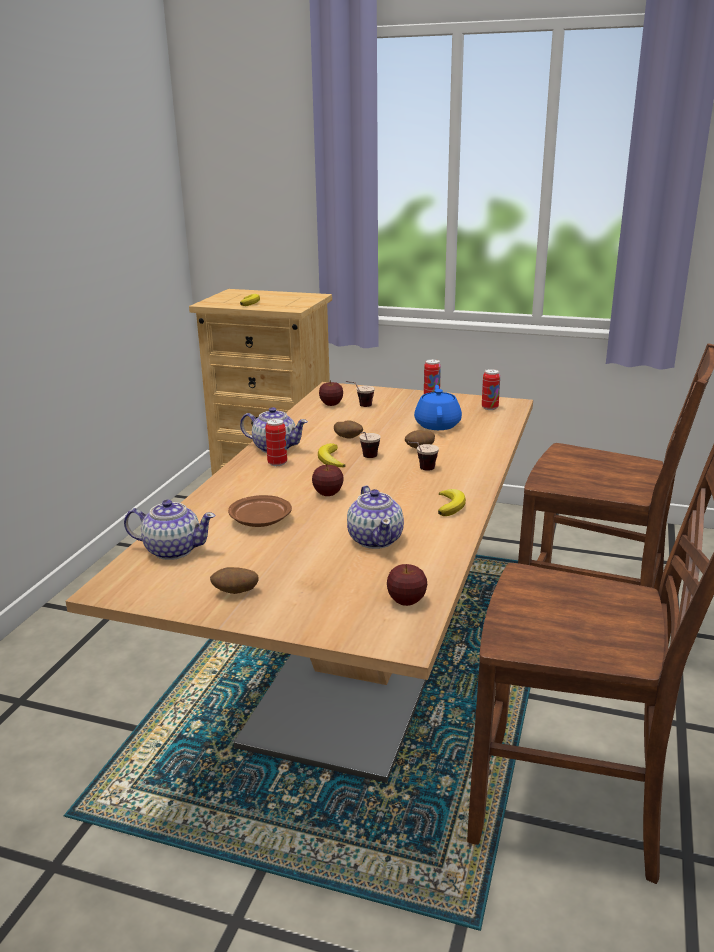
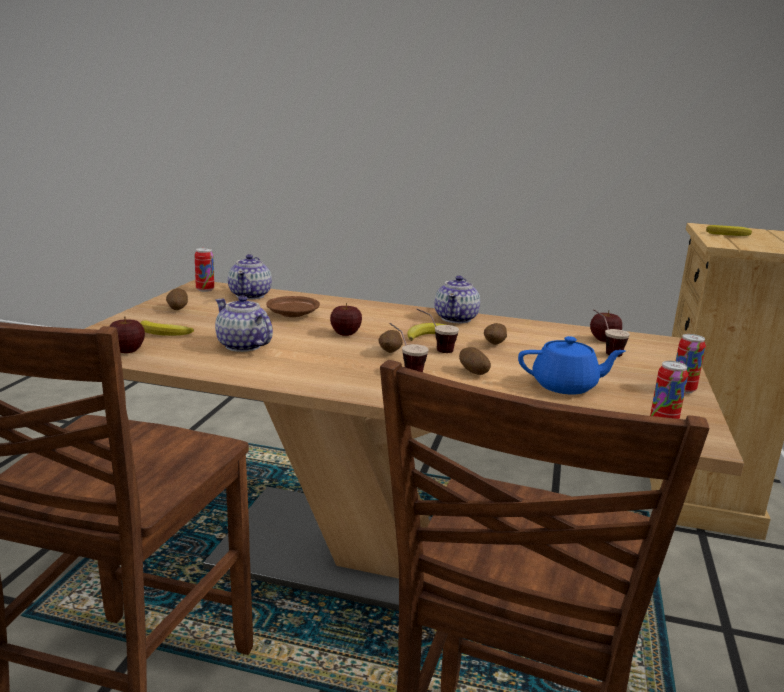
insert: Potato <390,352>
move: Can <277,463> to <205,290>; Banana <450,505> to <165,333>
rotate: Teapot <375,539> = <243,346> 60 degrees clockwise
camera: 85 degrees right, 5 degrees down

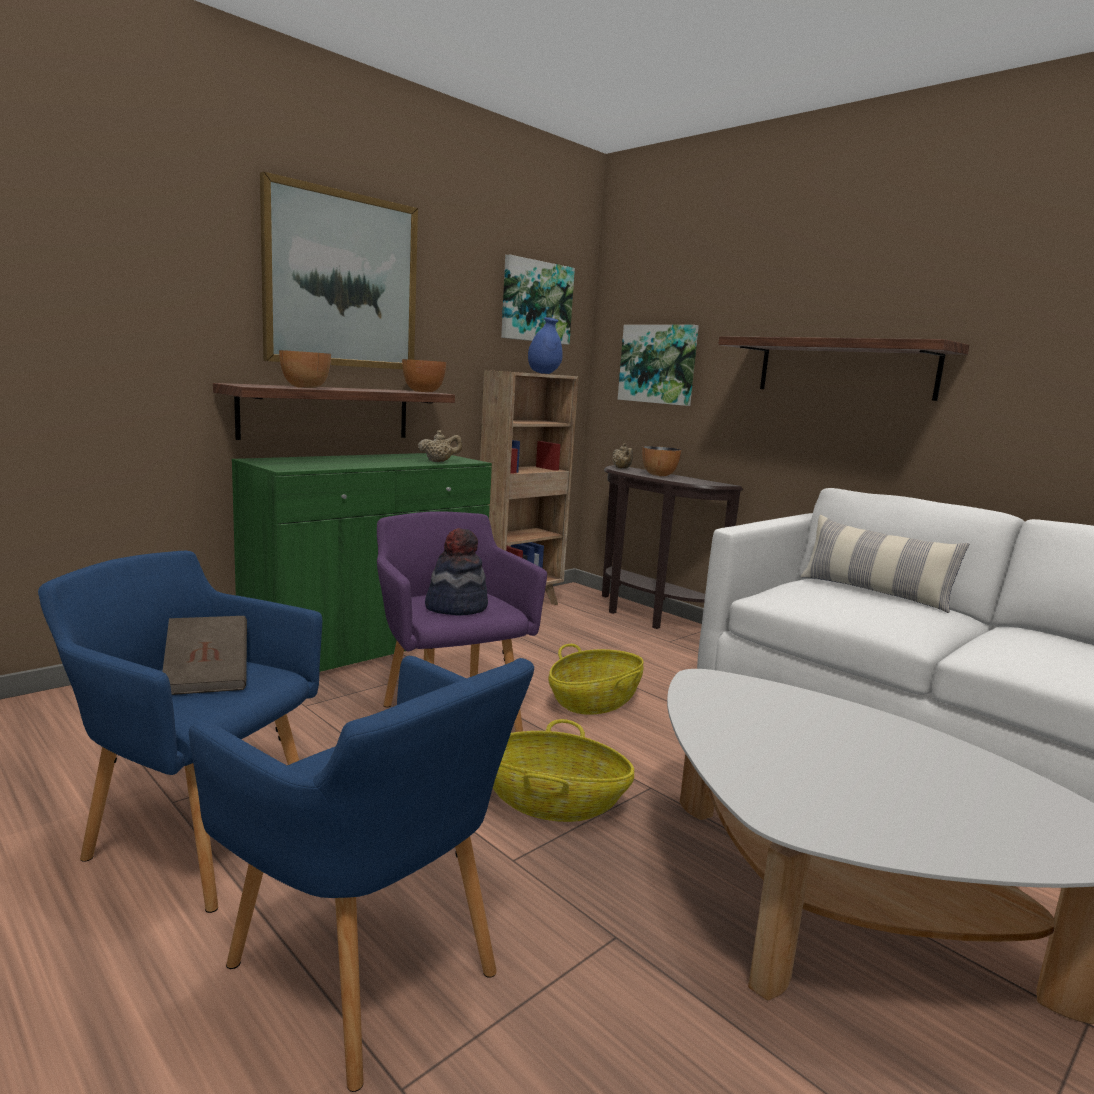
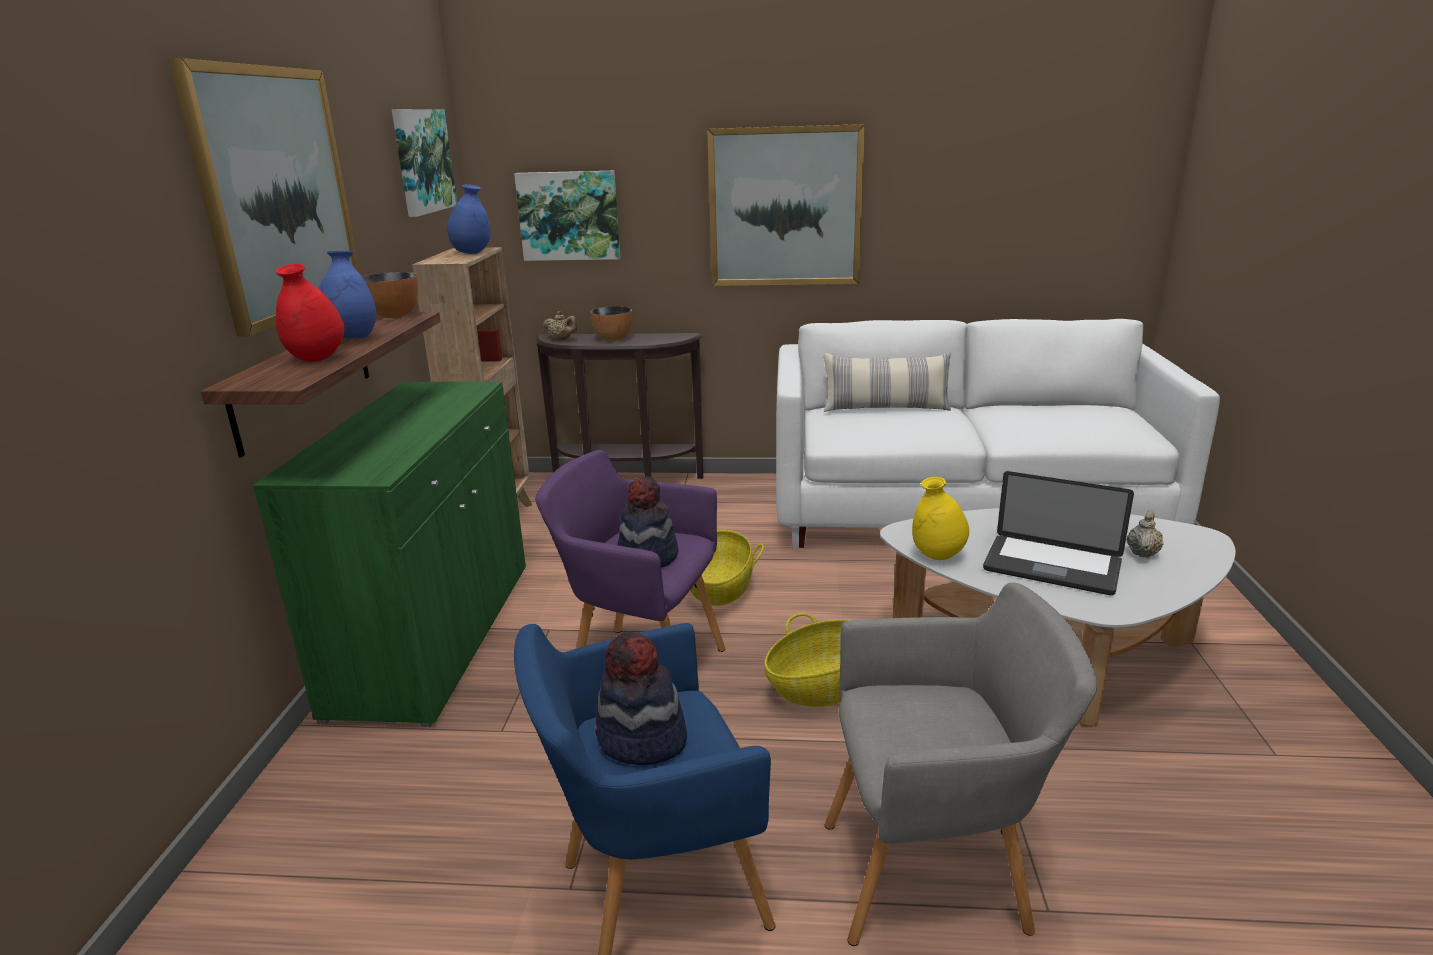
insert: BlueVase <352,339>; YellowVase <937,556>; Laptop <1051,566>
move: BeigeTeapot <439,461> to <1142,553>
replace: BrownBook <207,677> to Hat <641,739>; Bowl <305,387> to RedVase <316,359>; Shelf <845,368> to Picture <785,207>
recolor: BlueArmchair <370,977> to GreyArmchair <934,875>
camera: 40 degrees left, 10 degrees up

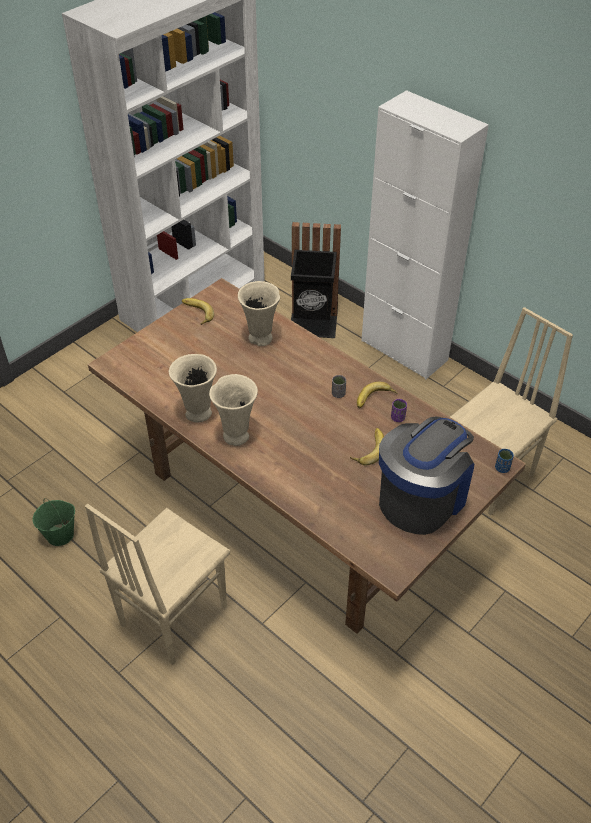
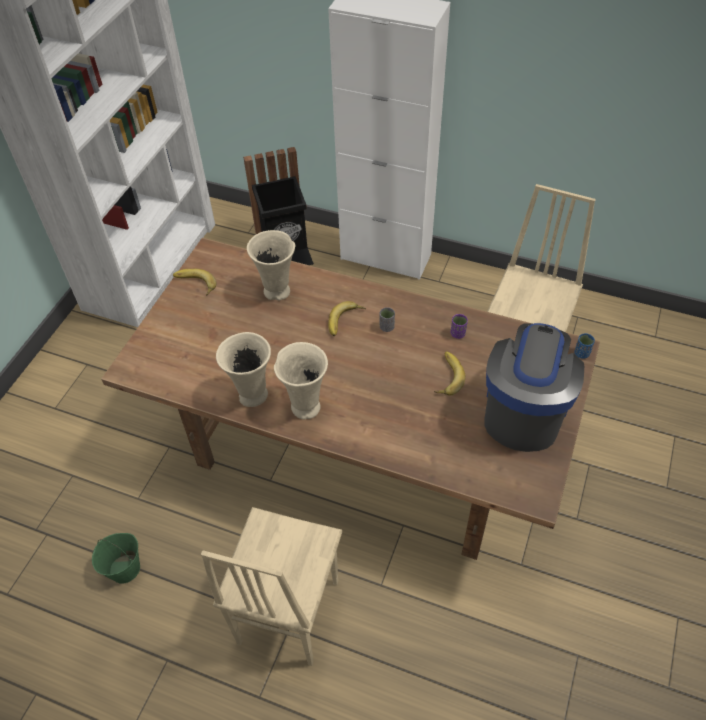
move: Banana <375,399> to <345,321>
camera: 20 degrees left, 5 degrees up

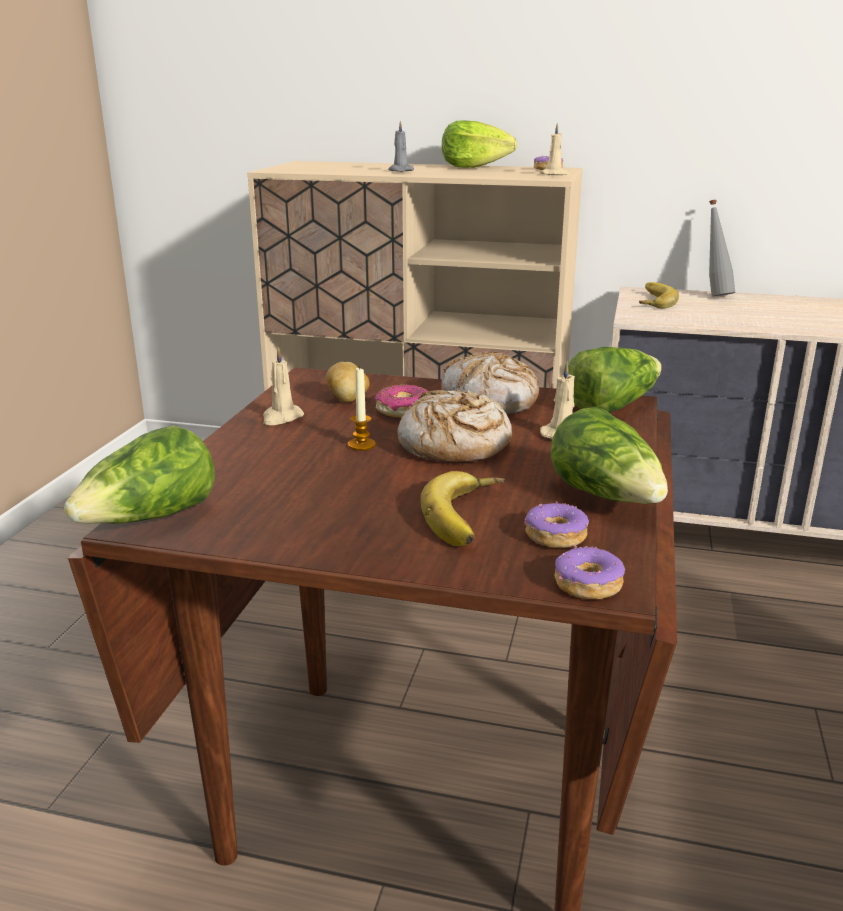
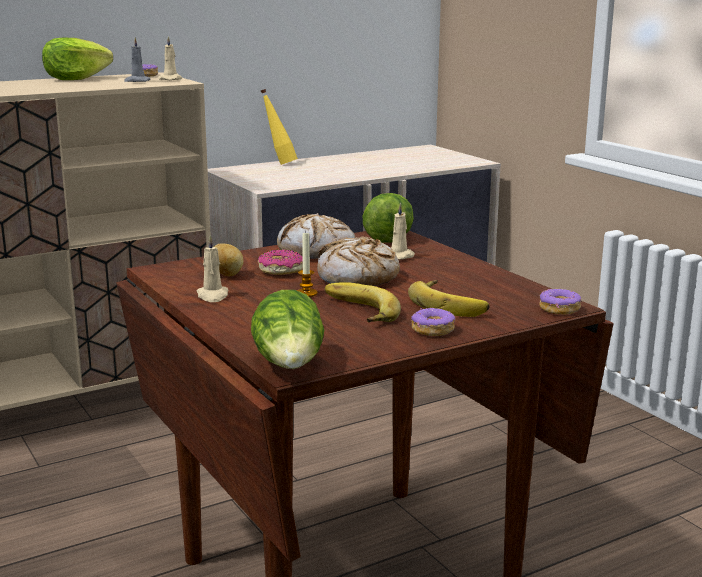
delete: Lettuce <607,497>
move: GreyCandle <400,171> to <136,81>; Donut <555,536> to <432,330>; Banana <651,300> to <356,311>
recolor: GreyBottle <714,295> to YellowBottle <279,164>
camera: 45 degrees left, 5 degrees down

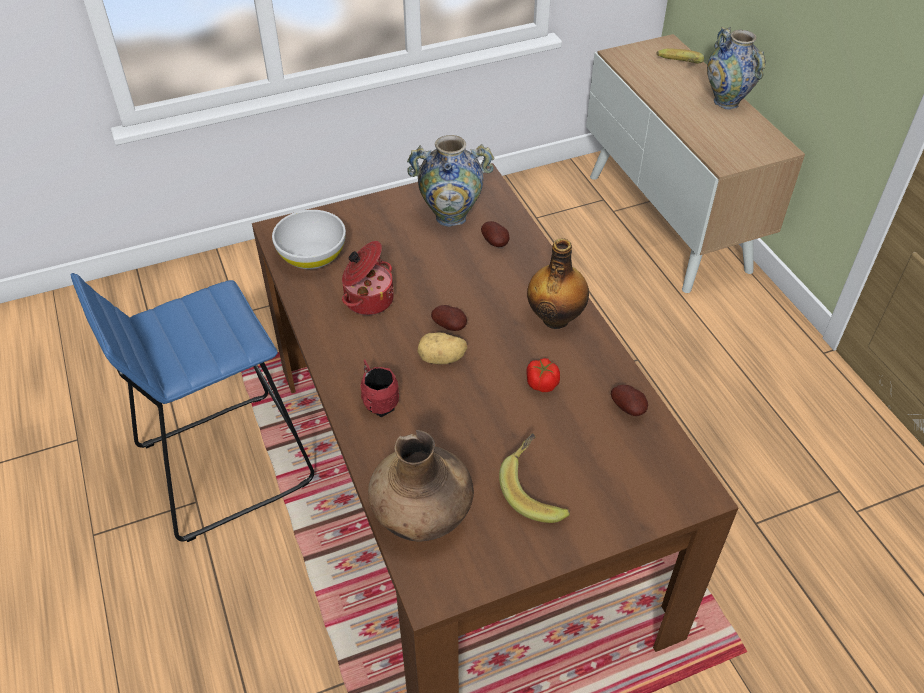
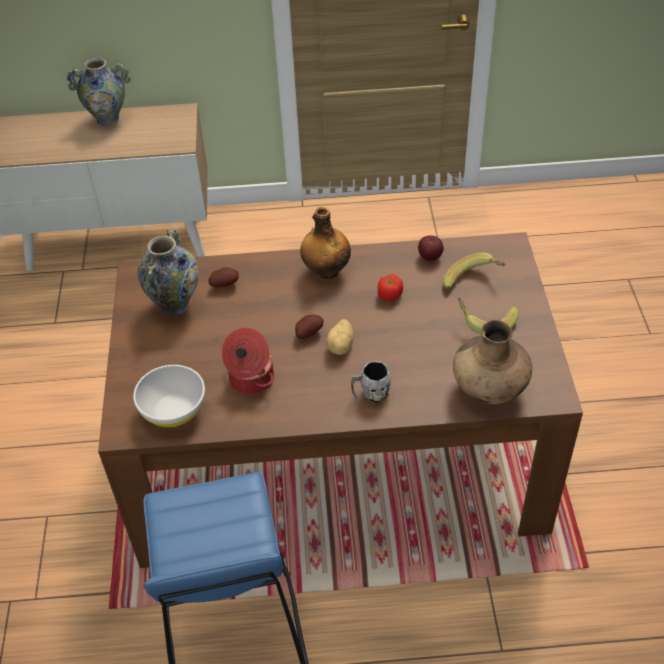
move: Banana <677,68> to <473,282>
replace: Potato <629,409> to Apple <430,257>
recolor: RedMug <378,401> to GreyMug <370,393>
camera: 70 degrees left, 0 degrees up

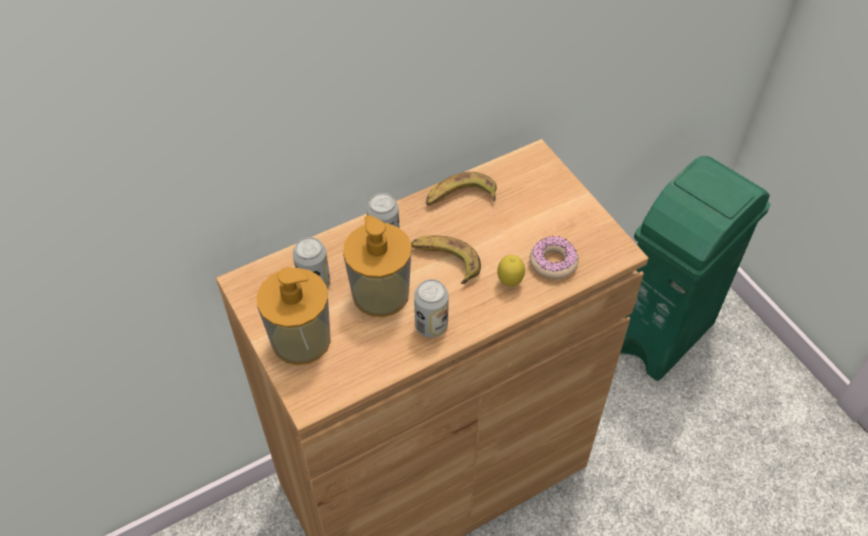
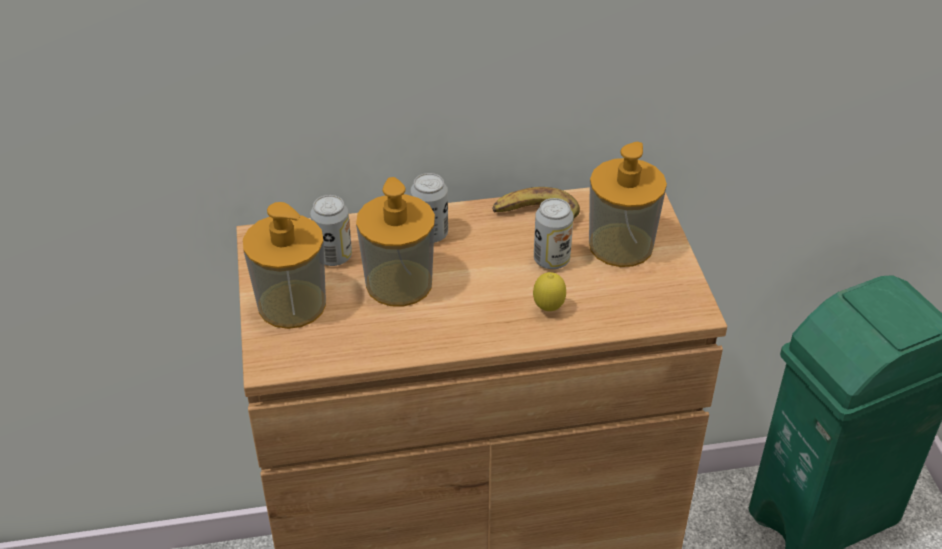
delete: Banana <445,261>; Donut <553,262>
insert: SoapDispenser <621,245>
move: Can <431,326> to <551,260>
camera: 20 degrees right, 10 degrees down

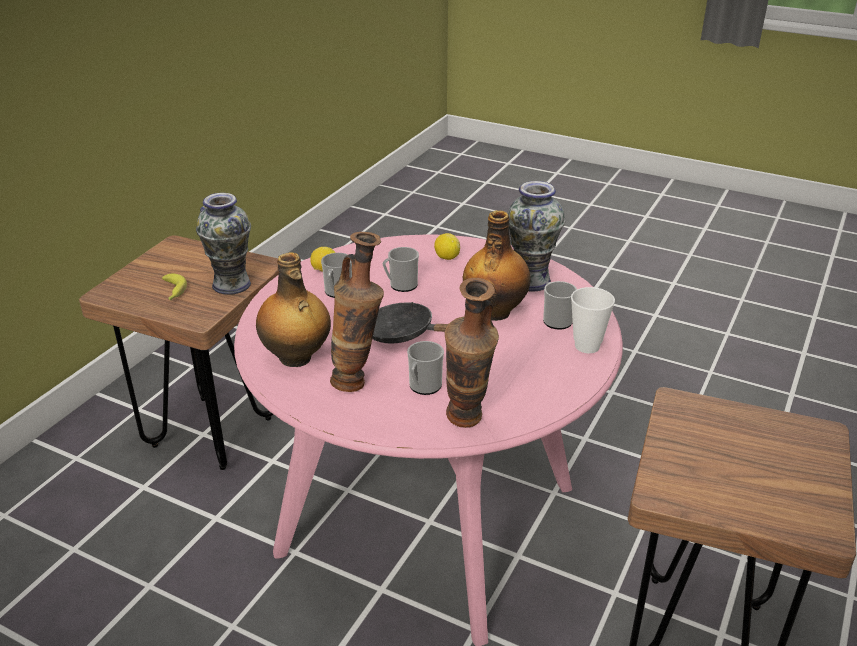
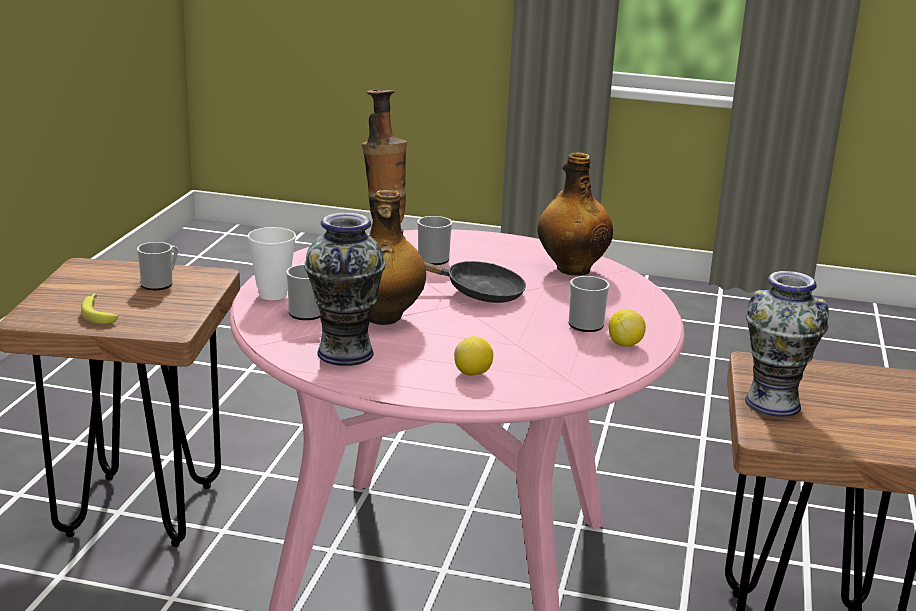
delete: Vase <358,381>
move: Banana <173,292> to <98,313>; Mug <400,285> to <160,283>
camera: 165 degrees right, 10 degrees down

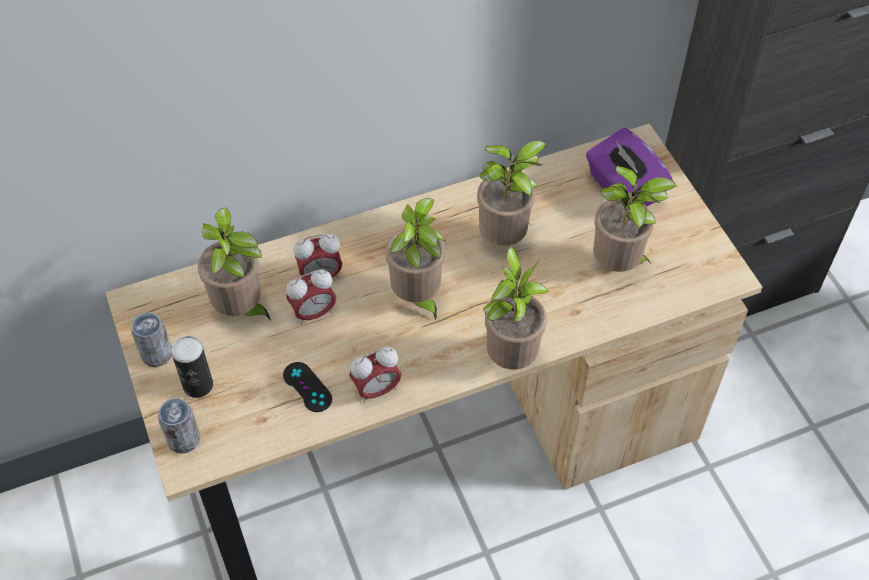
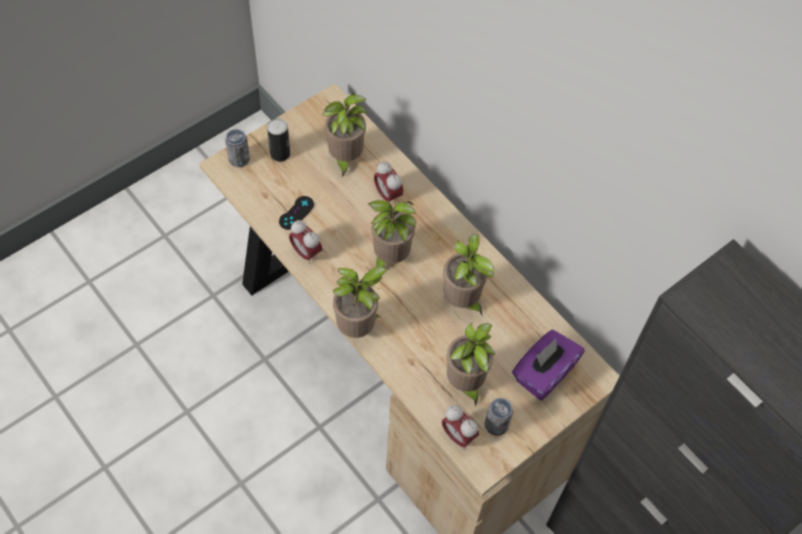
move: Can <157,354> to <496,424>; AlarmClock <313,313> to <458,436>
camera: 70 degrees right, 5 degrees up

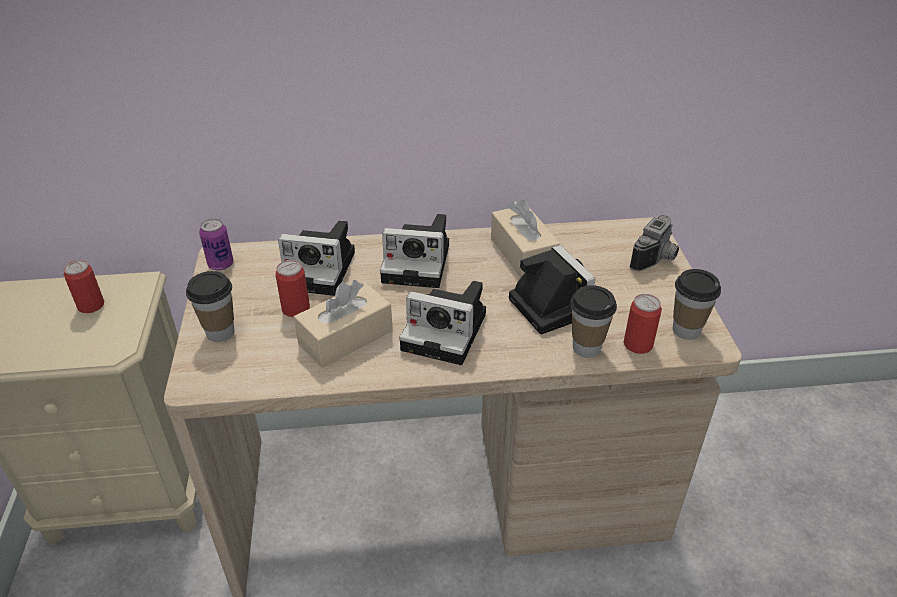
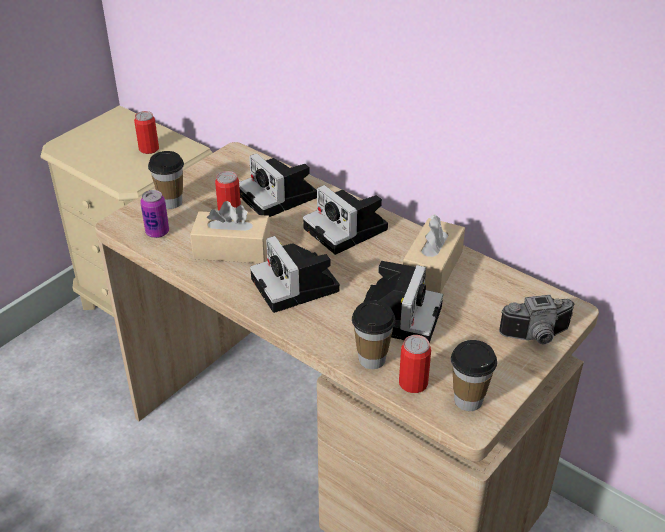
move: Can <221,264> to <157,232>
camera: 45 degrees right, 0 degrees up

